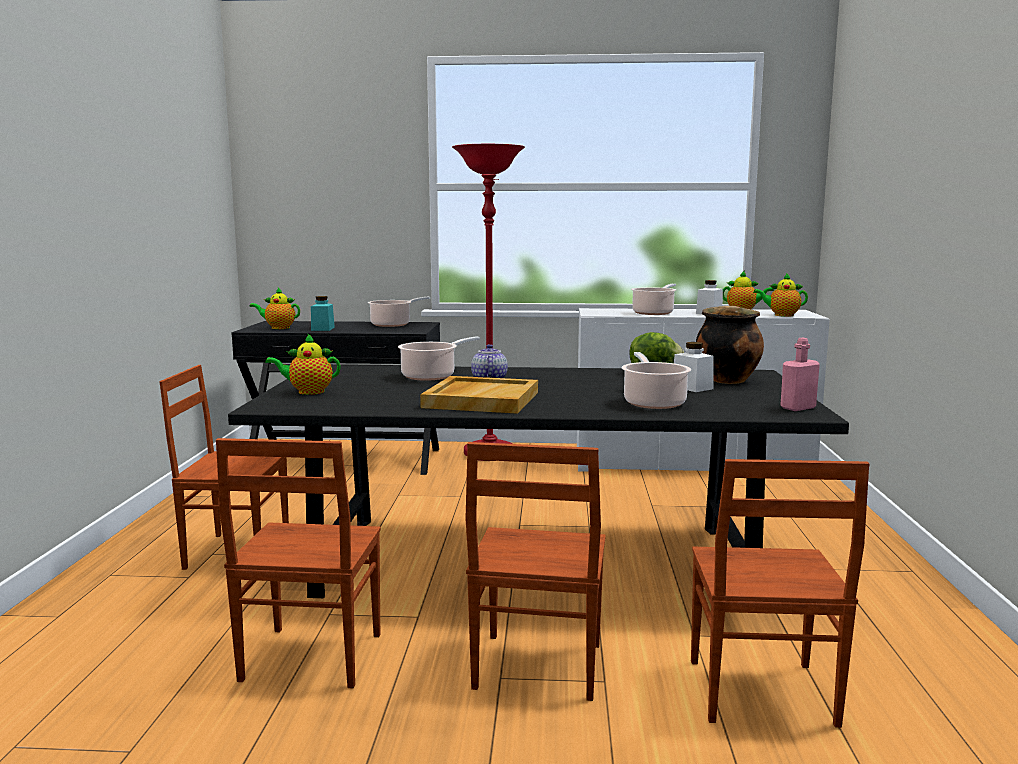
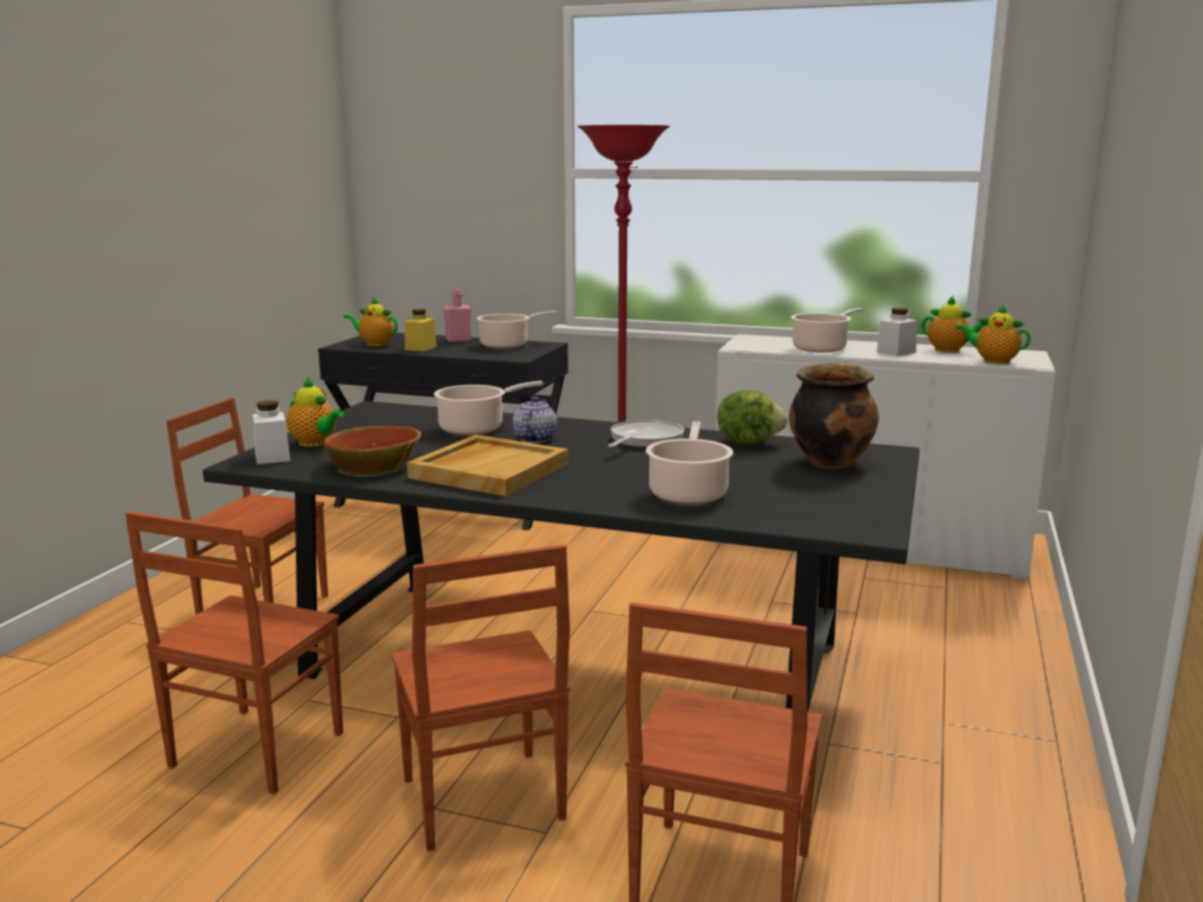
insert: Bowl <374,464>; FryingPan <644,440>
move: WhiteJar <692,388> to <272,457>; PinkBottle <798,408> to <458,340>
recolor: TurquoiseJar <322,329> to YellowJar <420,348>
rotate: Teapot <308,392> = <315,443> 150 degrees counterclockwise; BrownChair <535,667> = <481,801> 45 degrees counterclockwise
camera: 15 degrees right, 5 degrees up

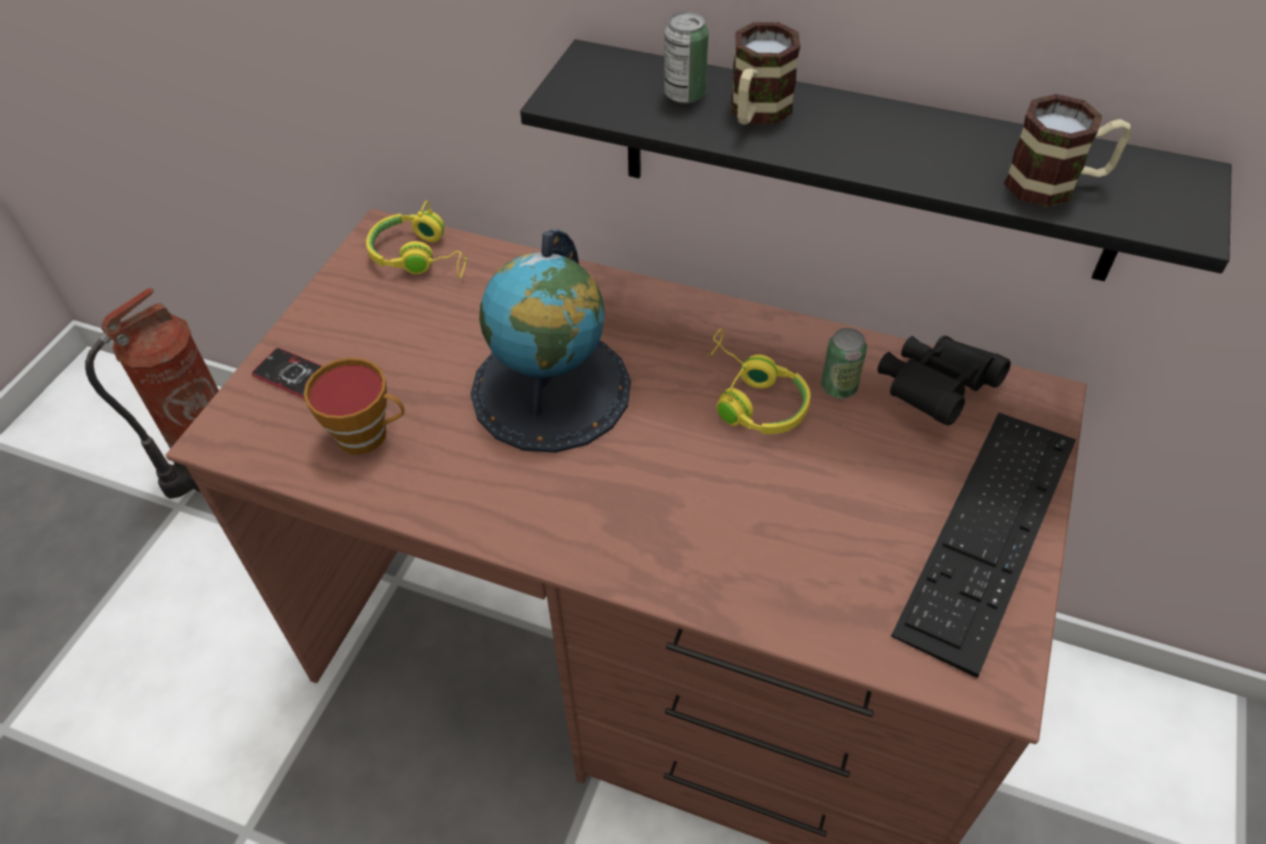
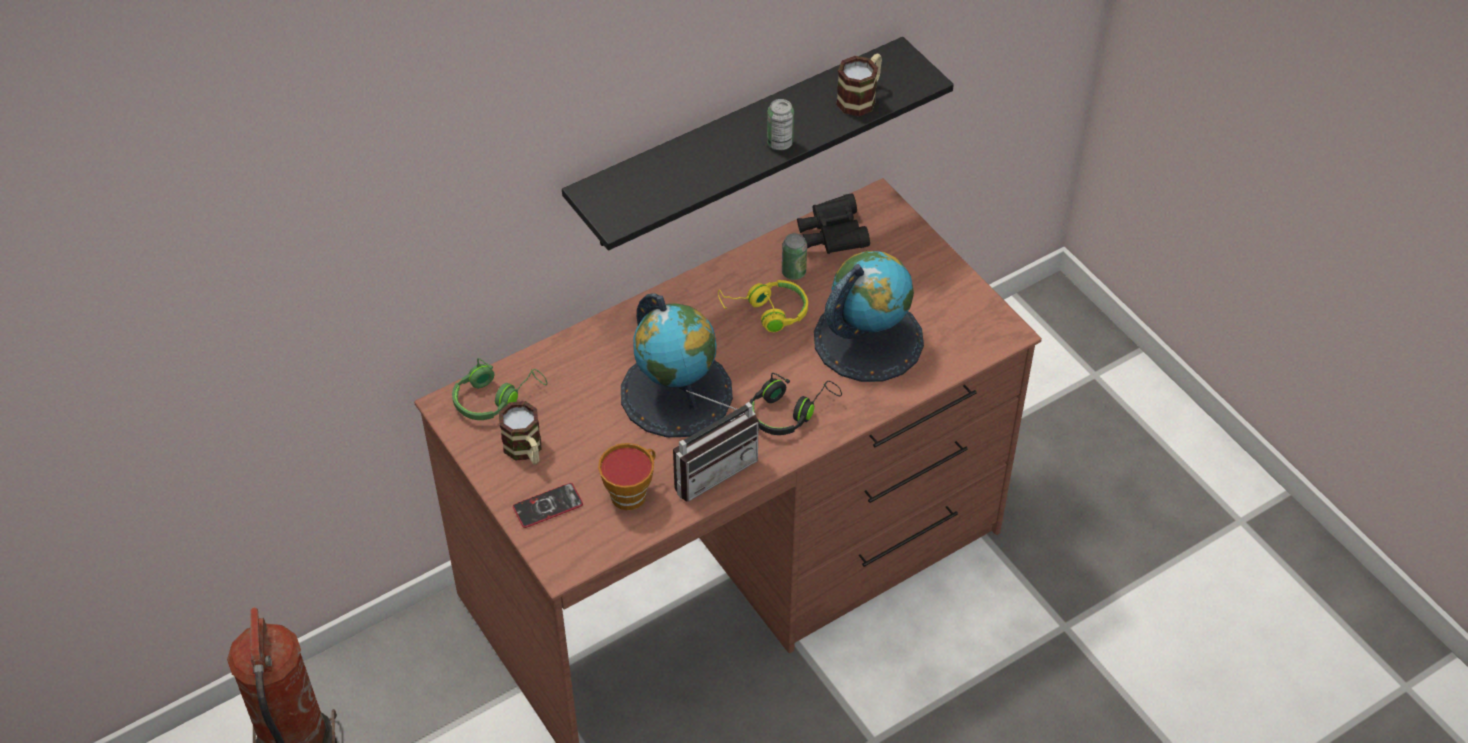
delete: Keyboard <988,533>
insert: Radio <711,468>; BlackHeadphones <789,411>; Globe <868,339>
move: Can <684,94> to <780,143>; Mug <756,114> to <526,451>
recolor: YellowHeadphones <421,257> to GreenHeadphones <495,397>
camera: 55 degrees left, 0 degrees up

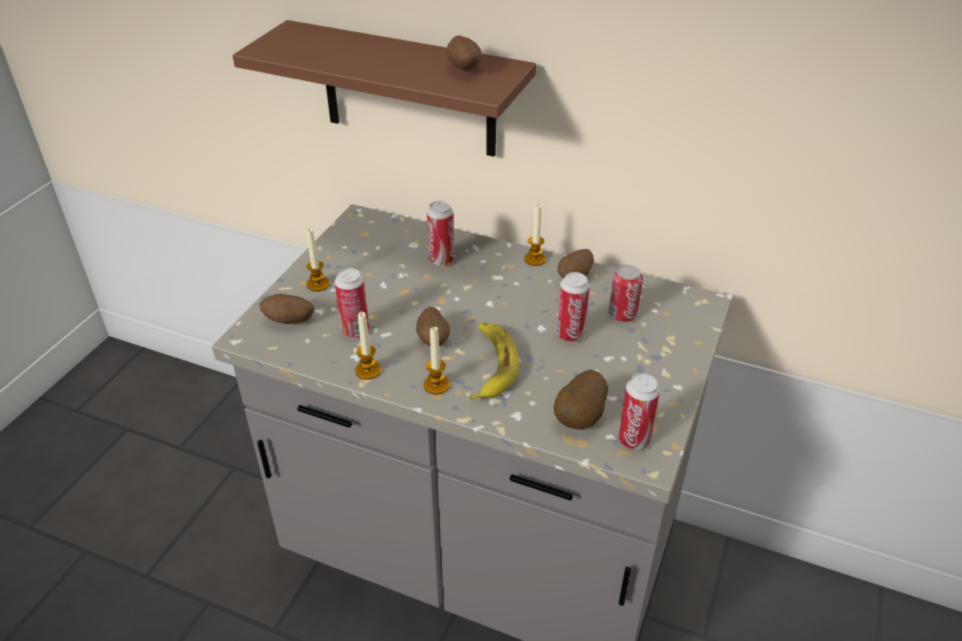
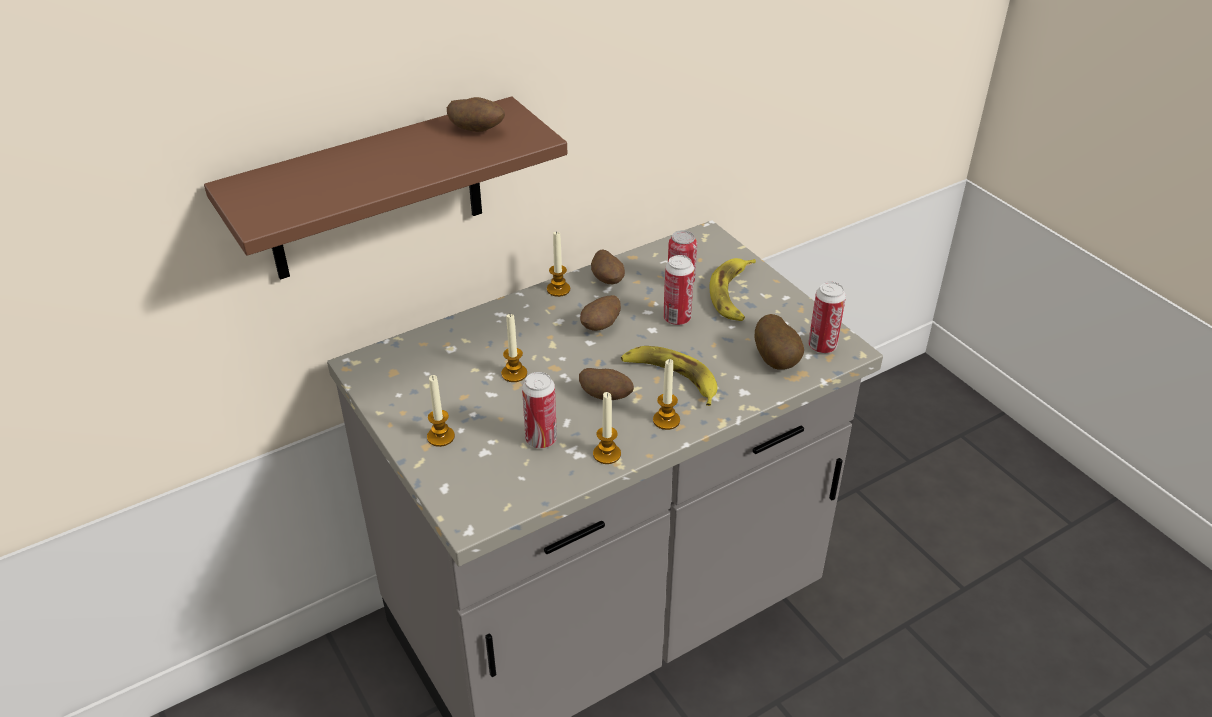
delete: Can <441,260>
insert: Candle <514,374>; Banana <733,294>
move: Potato <289,321> to <601,326>
camera: 55 degrees left, 0 degrees up

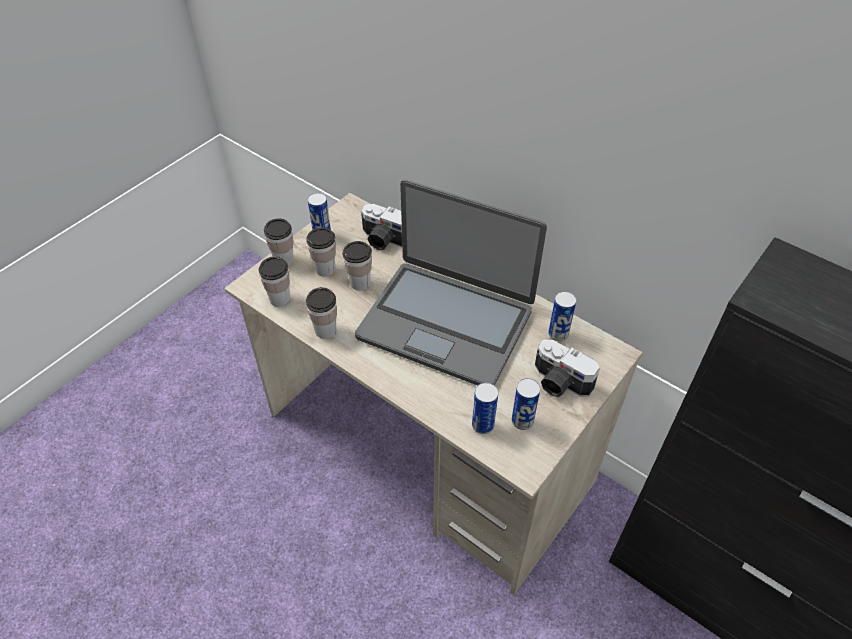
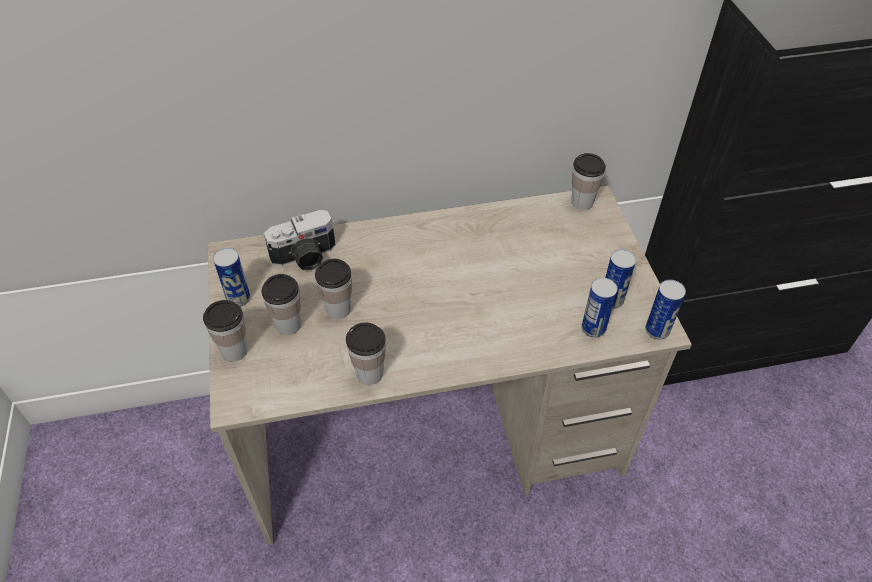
delete: Laptop <446,322>; PhotoCamera <559,383>
move: Cup <280,299> to <582,202>; Can <558,334> to <657,330>
camera: 50 degrees left, 0 degrees up

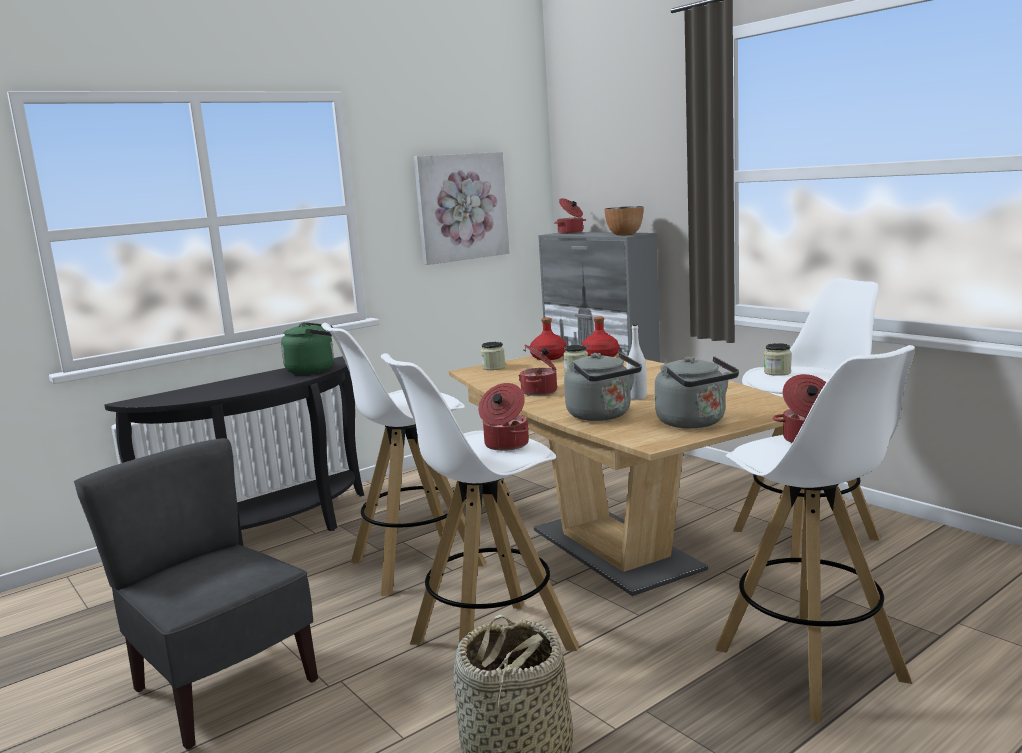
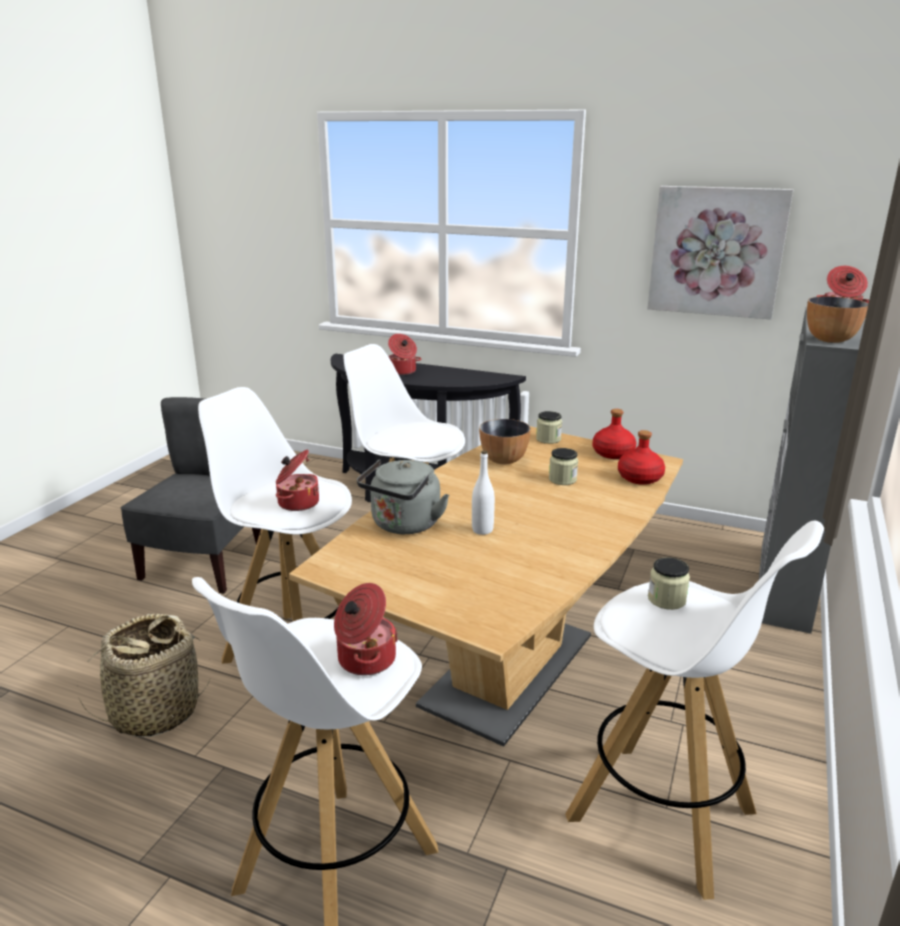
delete: GreenKettle <314,369>; GreyKettle <694,423>
insert: Bowl <504,460>
move: CookingPot <540,391> to <402,371>
camera: 60 degrees right, 10 degrees up

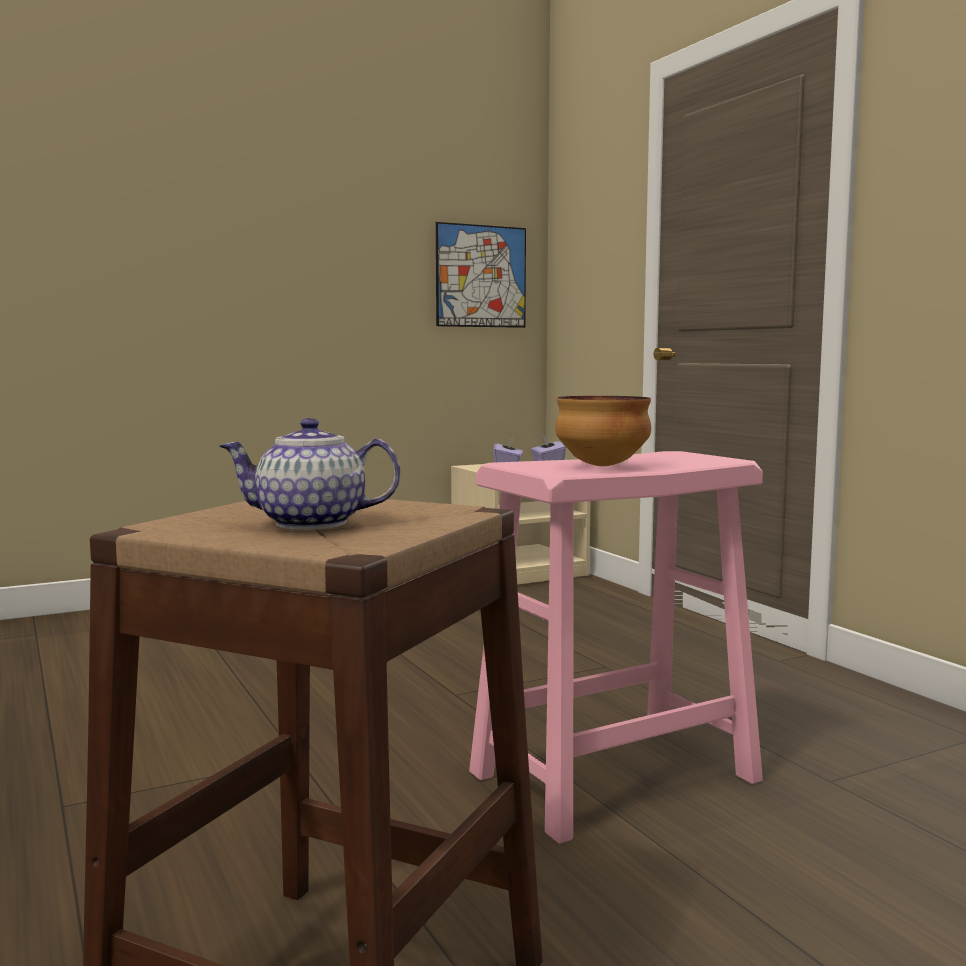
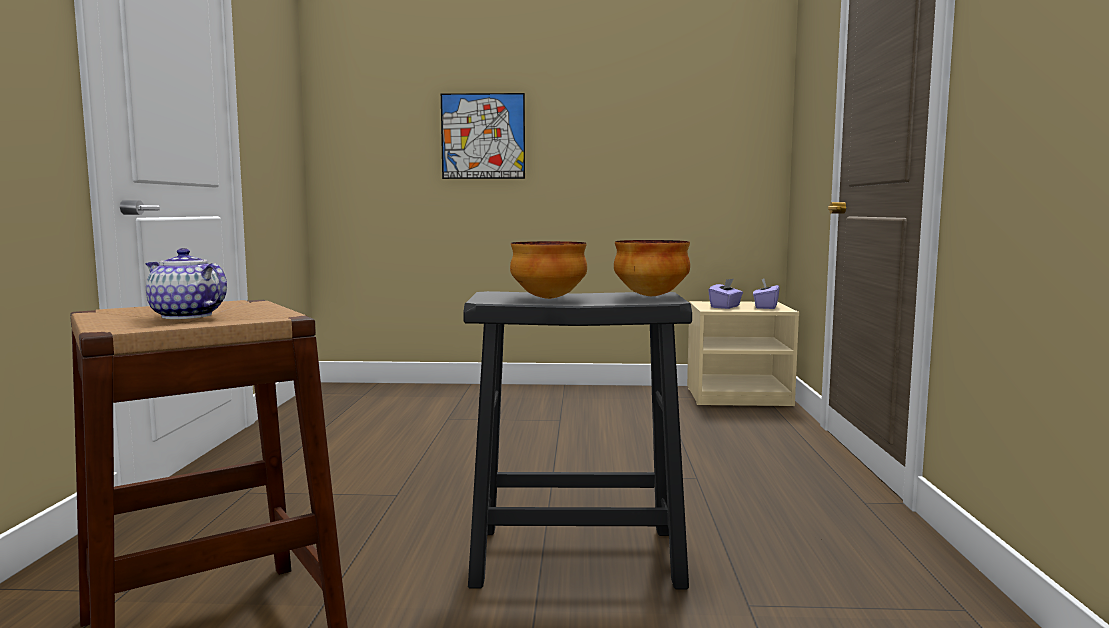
insert: Bowl <651,296>
move: Picture <481,276> to <483,136>
recolor: PinkStool <616,776> to BlackStool <578,556>
camera: 30 degrees right, 0 degrees up

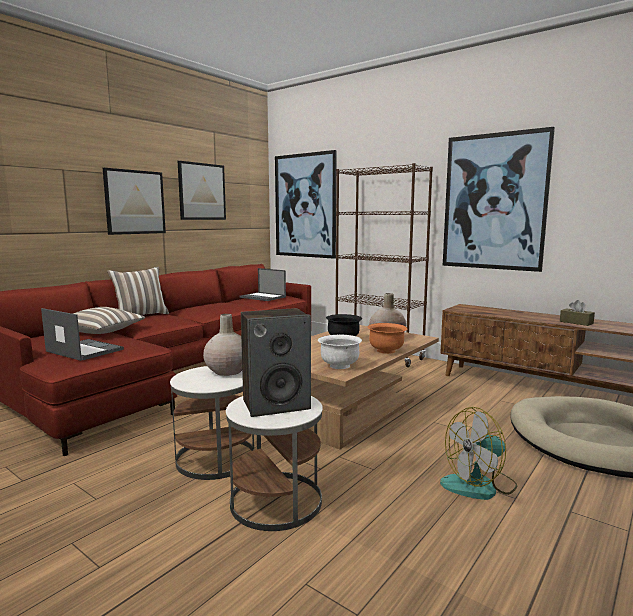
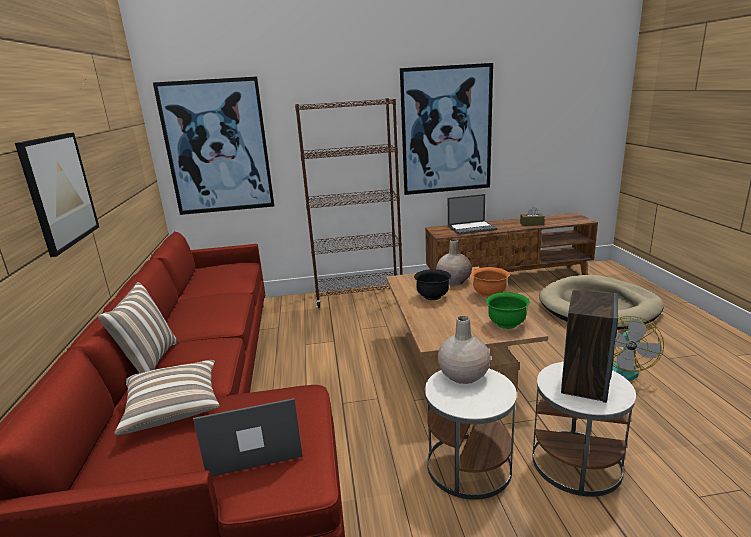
delete: Picture <202,191>
move: Laptop <263,297> to <472,228>
recolor: WhiteBowl <339,366> to GreenBowl <506,324>
camera: 45 degrees left, 10 degrees up

